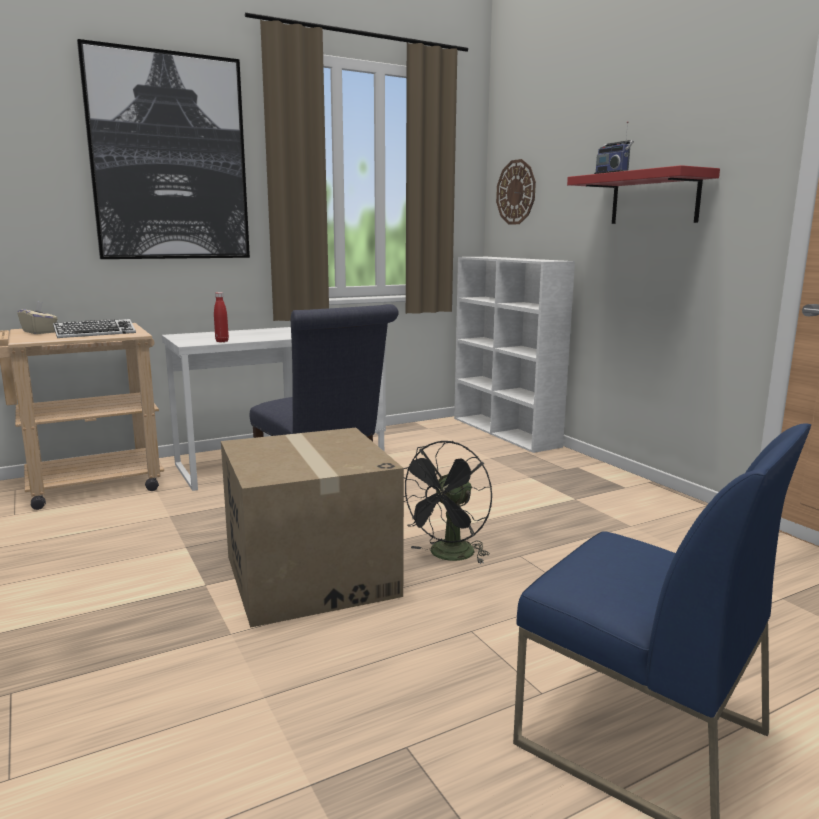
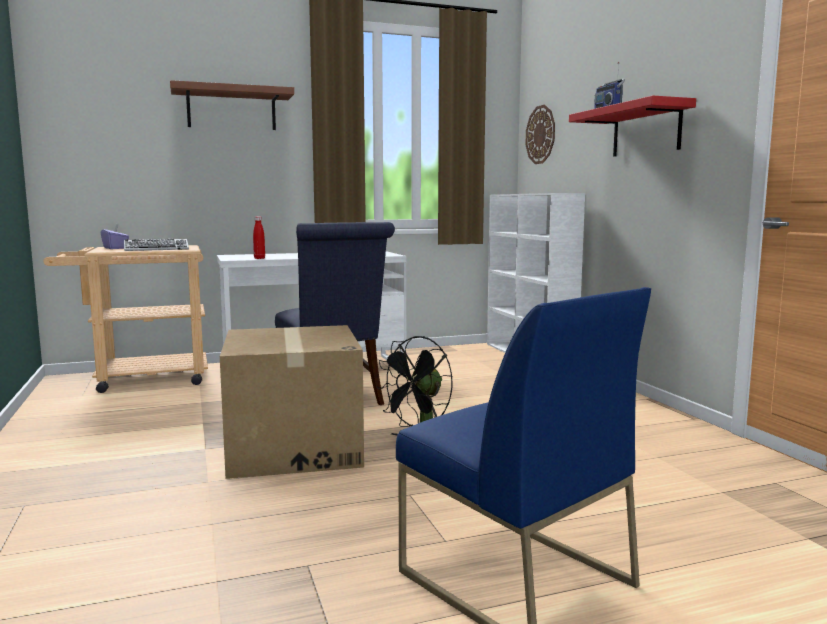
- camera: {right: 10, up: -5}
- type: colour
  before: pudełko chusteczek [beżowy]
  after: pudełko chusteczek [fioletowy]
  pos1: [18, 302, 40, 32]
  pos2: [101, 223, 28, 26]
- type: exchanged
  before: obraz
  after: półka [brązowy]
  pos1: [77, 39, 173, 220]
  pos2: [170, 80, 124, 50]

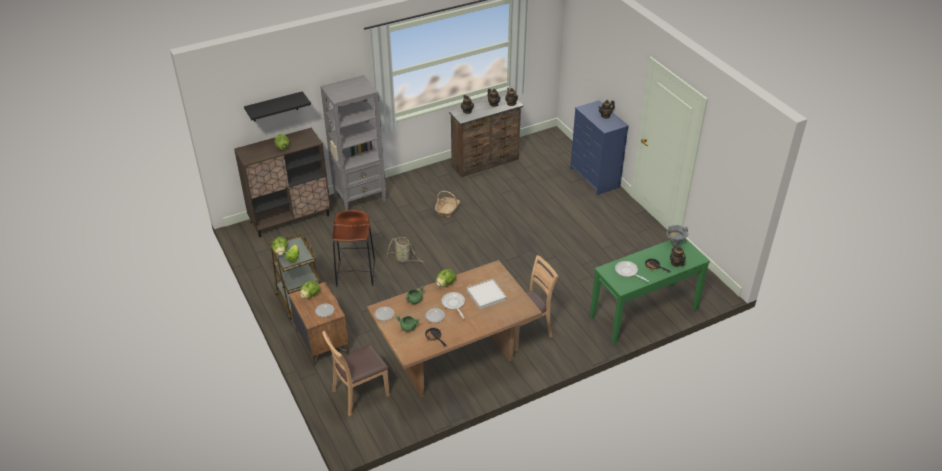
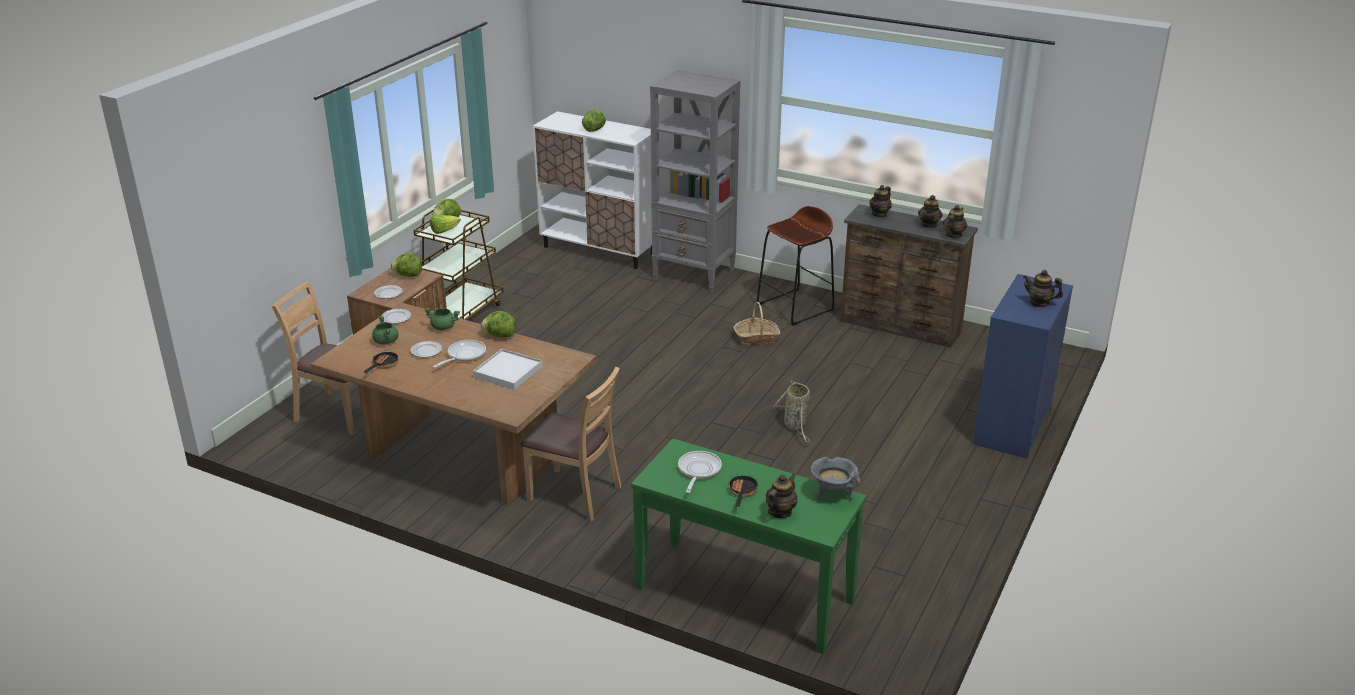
- camera: {right: 55, up: -10}
- type: colour
  before: szafka [brązowy]
  after: szafka [biały]
  pos1: [234, 127, 97, 110]
  pos2: [533, 111, 119, 158]
- type: missing
  before: półka [czarny]
  pos1: [244, 91, 67, 30]
- type: relocated
  before: stołek [brązowy]
  pos1: [333, 210, 42, 77]
  pos2: [757, 206, 77, 120]
- type: relocated
  before: koszyk
  pos1: [386, 237, 38, 26]
  pos2: [773, 381, 37, 62]

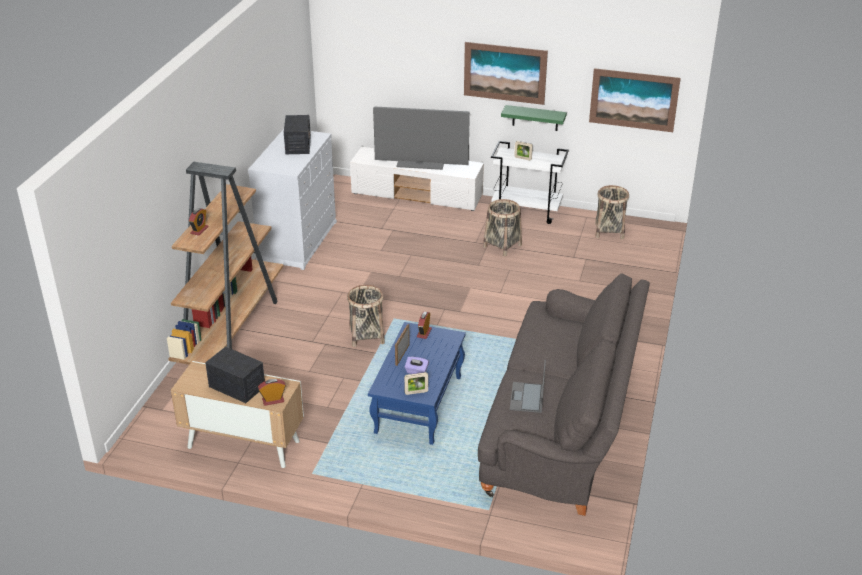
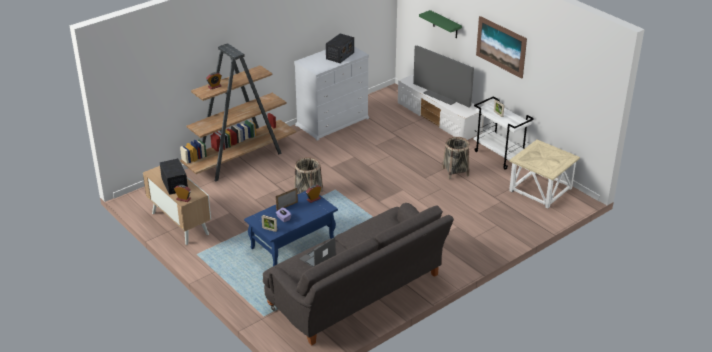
- camera: {right: 35, up: 0}
- type: relocated
  before: półka [zielony]
  pos1: [501, 105, 66, 26]
  pos2: [419, 10, 43, 28]
- type: missing
  before: obraz
  pos1: [589, 68, 92, 64]
- type: exchanged
  before: koszyk
  after: stolik [beżowy]
  pos1: [595, 185, 34, 54]
  pos2: [509, 140, 71, 69]

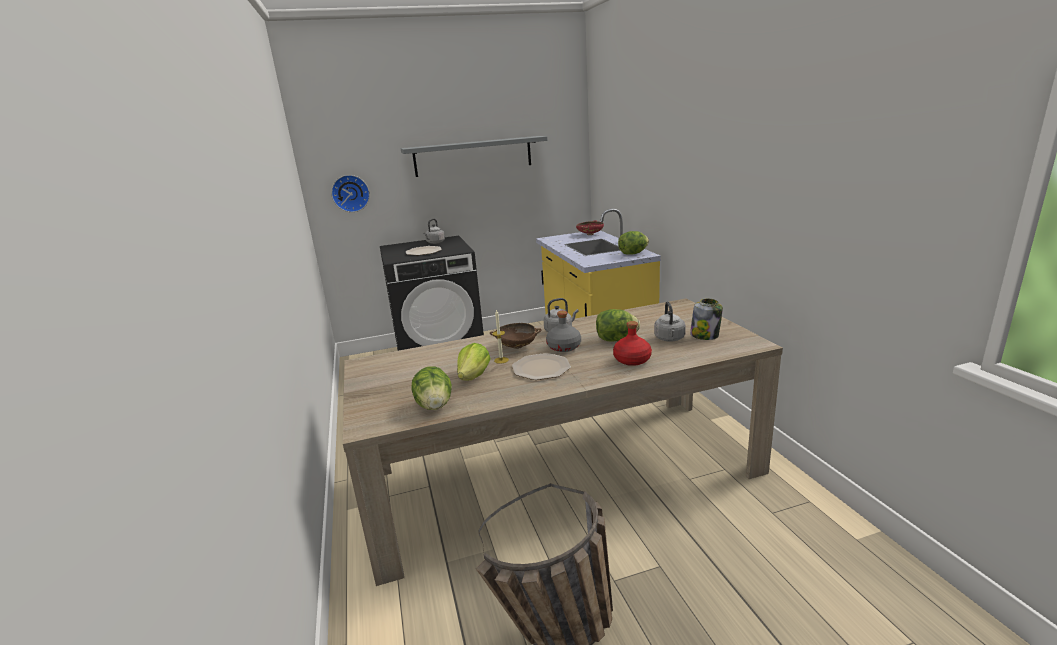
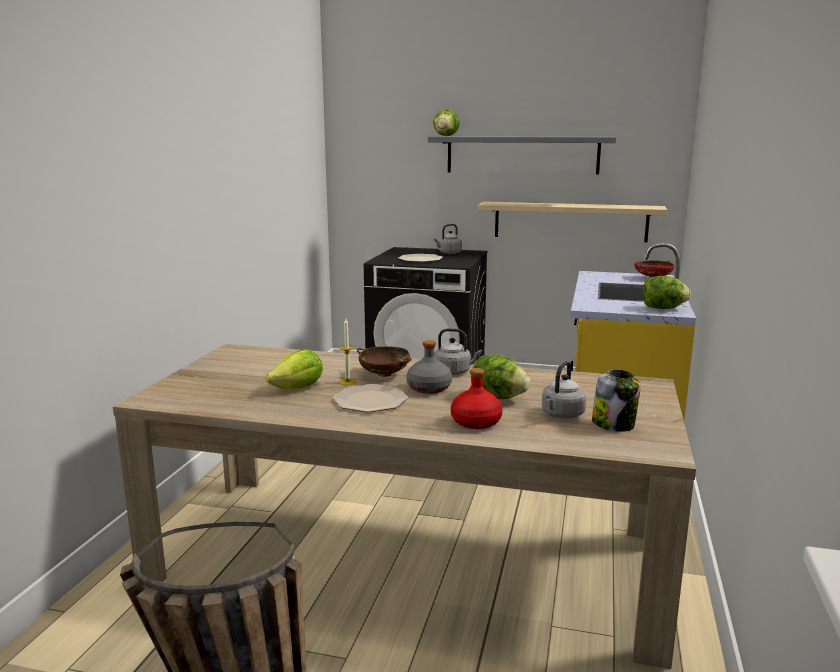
- camera: {right: 30, up: -5}
- type: missing
  before: zegar ścienny
  pos1: [331, 175, 39, 37]
- type: relocated
  before: sałata
  pos1: [411, 366, 41, 44]
  pos2: [433, 109, 27, 27]
- type: appeared
  after: półka [beżowy]
  pos2: [478, 202, 190, 40]

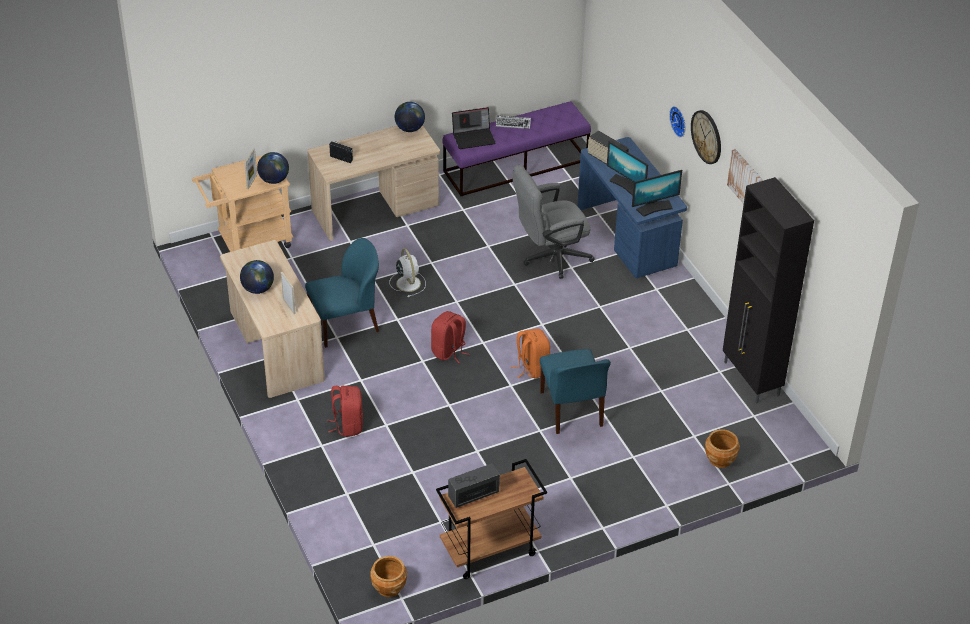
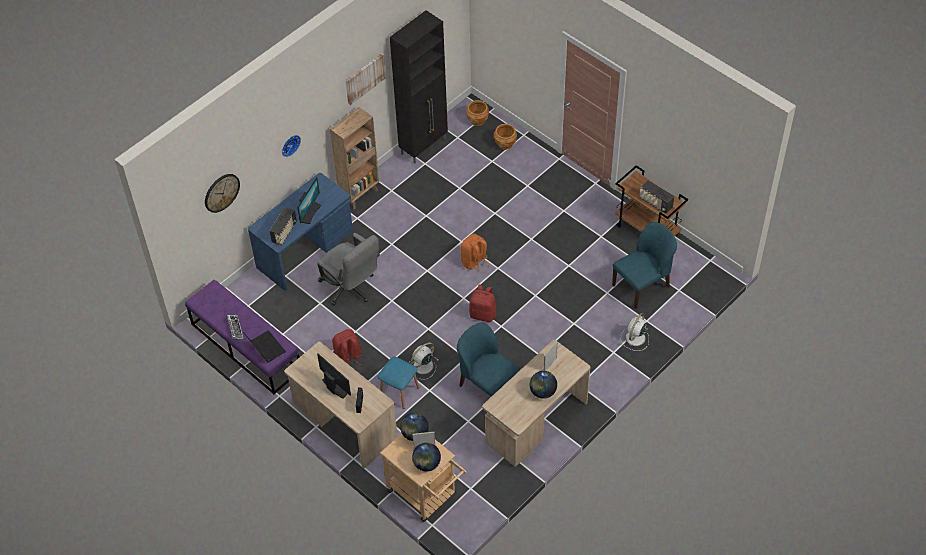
- camera: {right: -110, up: 10}
- type: relocated
  before: plecak [czerwony]
  pos1: [327, 386, 36, 51]
  pos2: [332, 329, 30, 36]
- type: relocated
  before: donica [brązowy]
  pos1: [370, 556, 37, 41]
  pos2: [466, 100, 23, 26]
- type: relocated
  before: globus
  pos1: [395, 102, 30, 30]
  pos2: [412, 443, 29, 29]
- type: relocated
  before: krzesło [niebieski]
  pos1: [540, 349, 71, 85]
  pos2: [612, 222, 65, 87]
- type: relocated
  before: monitor
  pos1: [632, 170, 50, 47]
  pos2: [317, 353, 34, 46]
- type: relocated
  before: zegar ścienny
  pos1: [691, 110, 30, 54]
  pos2: [205, 174, 35, 39]
- type: appeared
  after: regał [brązowy]
  pos2: [330, 107, 50, 102]
- type: appeared
  after: stołek [niebieski]
  pos2: [378, 356, 42, 53]
- type: appeared
  after: wentylator [biały]
  pos2: [620, 313, 29, 38]

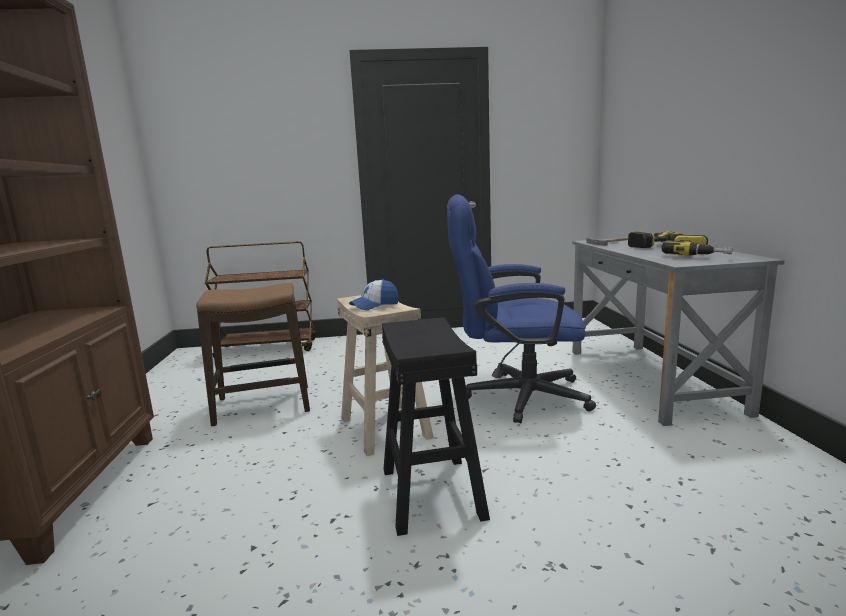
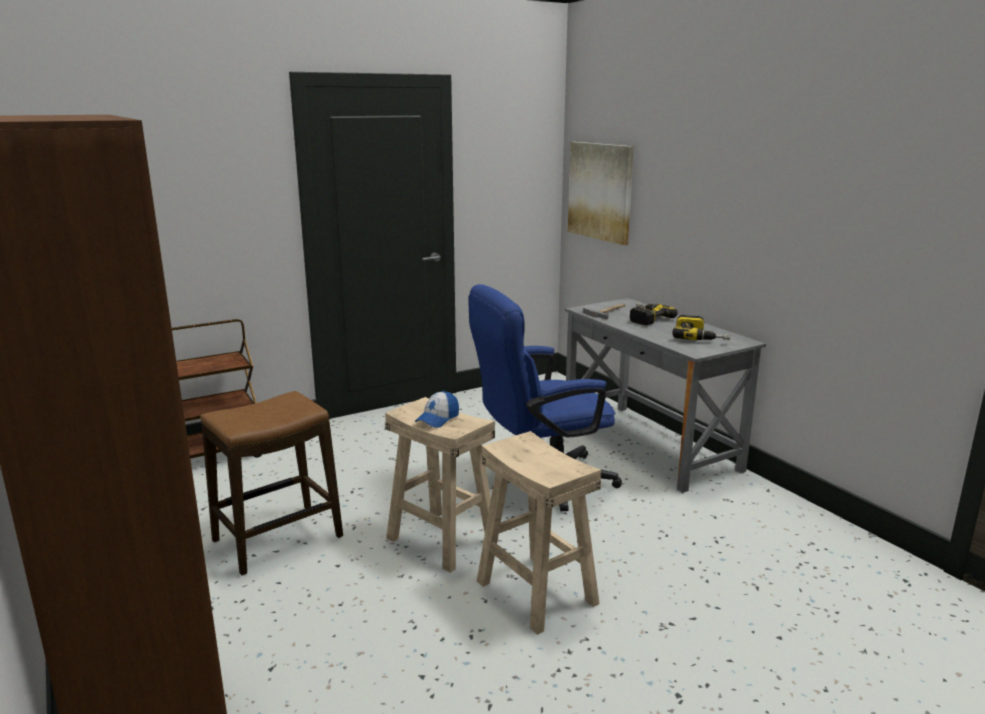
- camera: {right: -25, up: 5}
- type: colour
  before: stołek [czarny]
  after: stołek [beżowy]
  pos1: [382, 317, 108, 219]
  pos2: [477, 431, 124, 204]
- type: appeared
  after: obraz
  pos2: [568, 142, 66, 103]

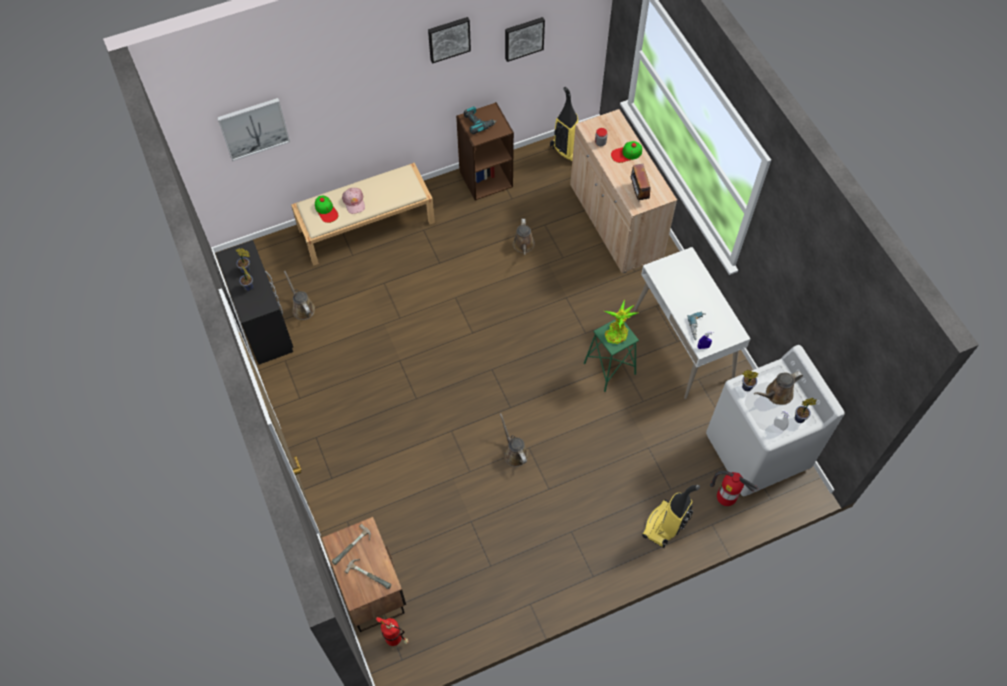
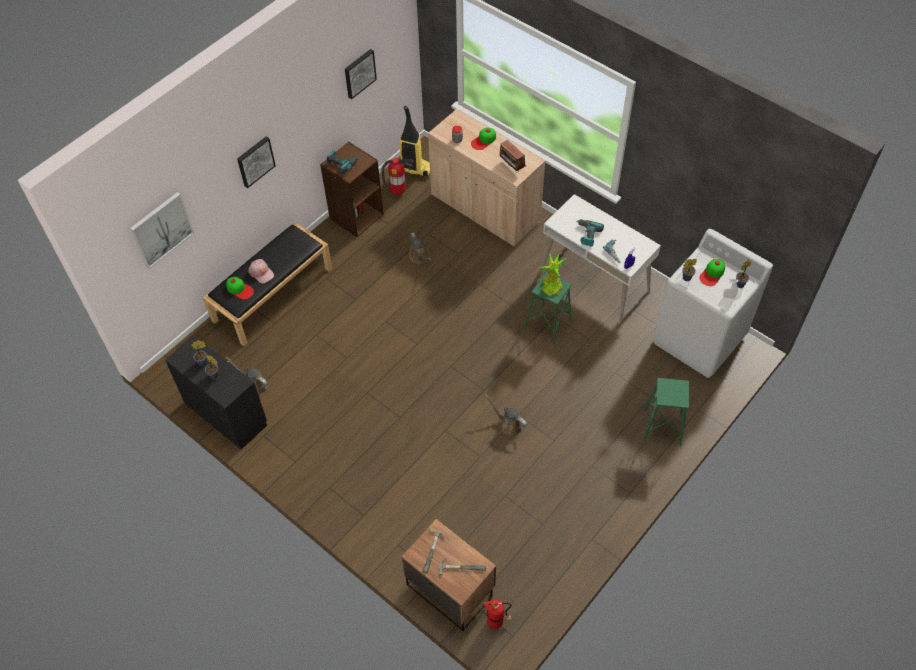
- camera: {right: -25, up: -5}
- type: colour
  before: ławka [beżowy]
  after: ławka [czarny]
  pos1: [291, 163, 144, 103]
  pos2: [203, 222, 129, 124]
- type: relocated
  before: obraz
  pos1: [428, 17, 43, 47]
  pos2: [237, 136, 39, 52]
- type: exchanged
  before: odkurzacz
  after: stołek [zielony]
  pos1: [642, 485, 58, 63]
  pos2: [643, 378, 46, 68]
- type: relocated
  before: gaśnica
  pos1: [710, 471, 48, 35]
  pos2: [382, 158, 32, 37]
- type: exchanged
  before: konewka [brązowy]
  after: czapka z daszkiem
  pos1: [754, 371, 49, 34]
  pos2: [699, 259, 26, 27]
- type: appeared
  after: wiertarka
  pos2: [577, 219, 27, 27]

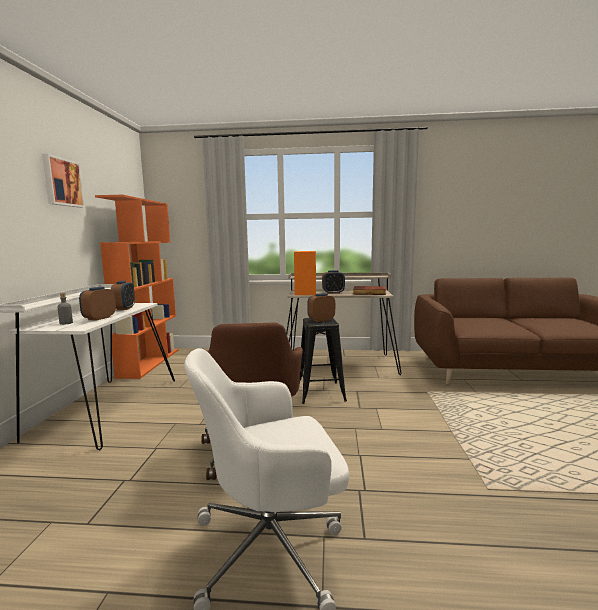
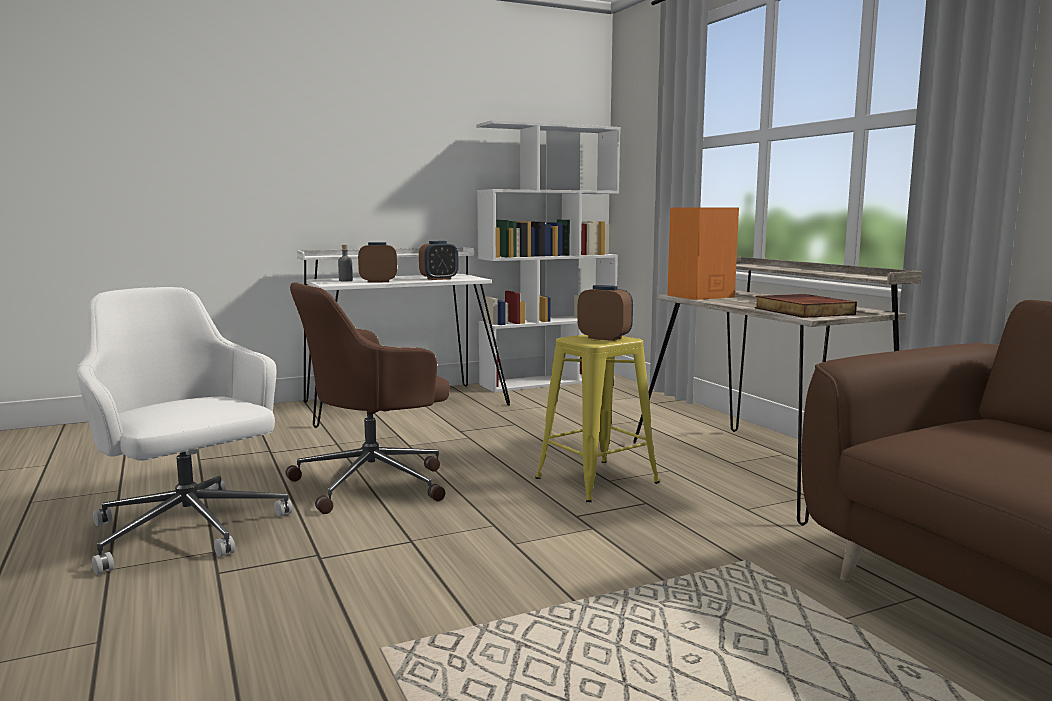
- camera: {right: 60, up: 0}
- type: missing
  before: obraz
  pos1: [42, 154, 43, 54]
- type: colour
  before: regał [pomarańczowy]
  after: regał [biały]
  pos1: [95, 195, 83, 184]
  pos2: [476, 120, 144, 272]
- type: colour
  before: stołek [czarny]
  after: stołek [żółty]
  pos1: [300, 318, 47, 86]
  pos2: [535, 335, 125, 167]
- type: missing
  before: budzik
  pos1: [322, 270, 23, 24]

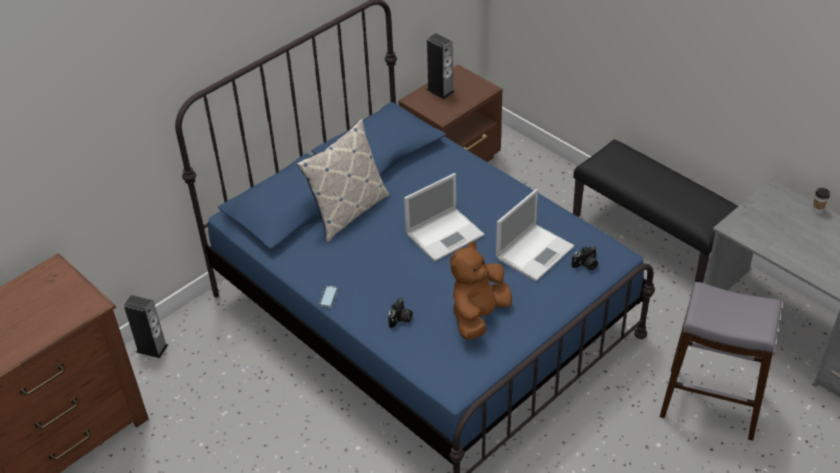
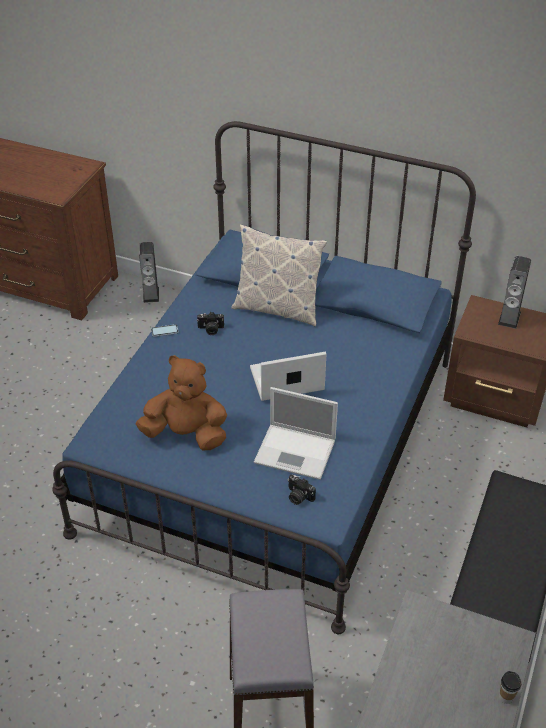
- camera: {right: 65, up: 0}
- type: relocated
  before: aparat fotograficzny
  pos1: [388, 298, 25, 30]
  pos2: [197, 312, 27, 23]
- type: spun
  before: laptop
  pos1: [404, 173, 81, 89]
  pos2: [250, 352, 76, 49]
  turn: 135

